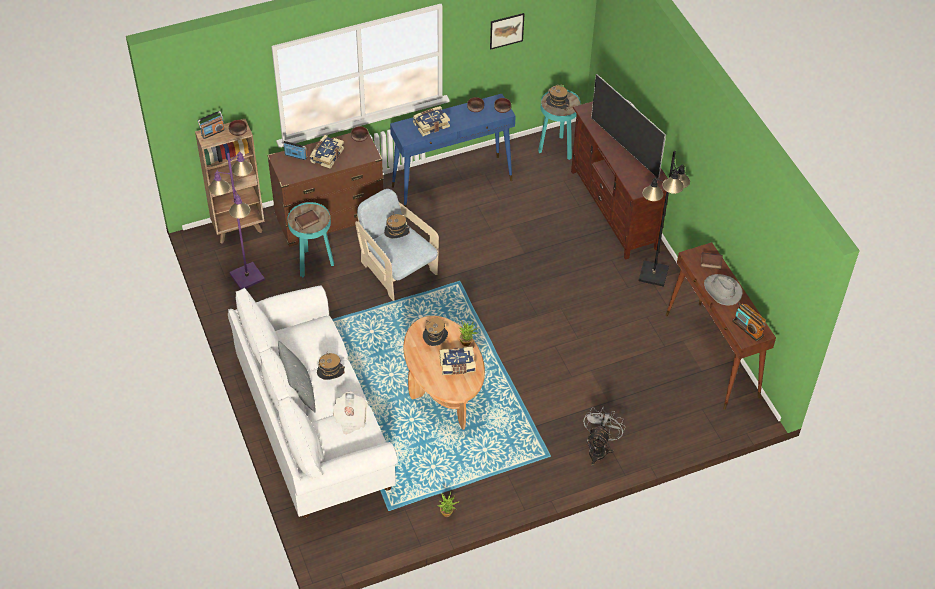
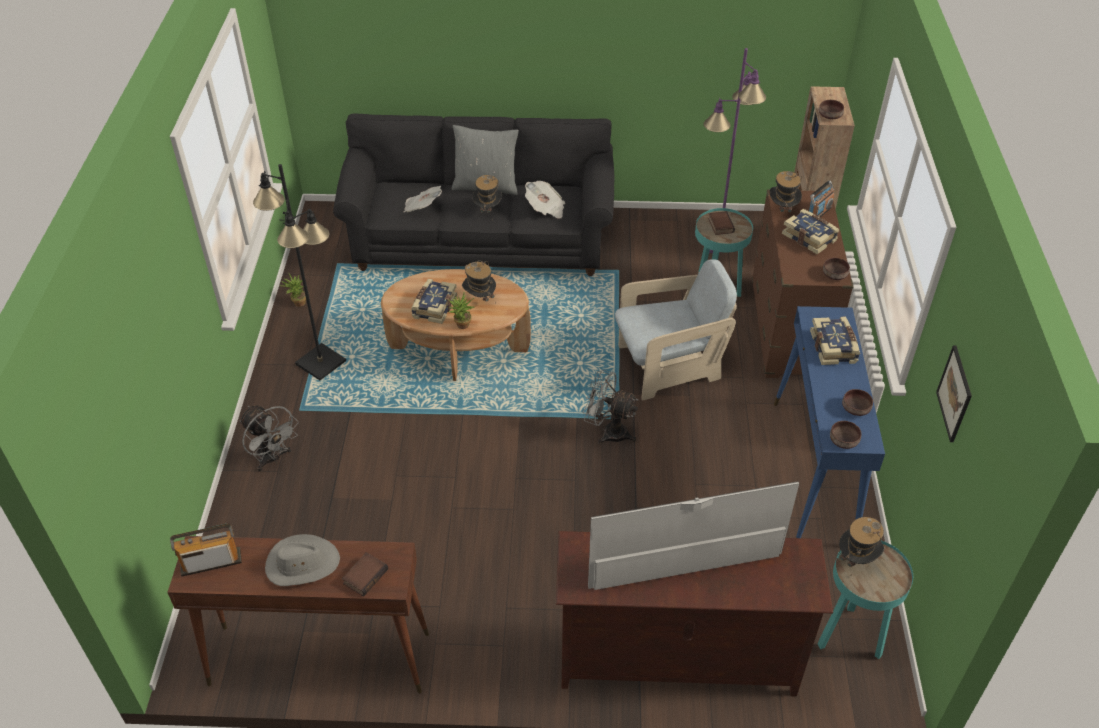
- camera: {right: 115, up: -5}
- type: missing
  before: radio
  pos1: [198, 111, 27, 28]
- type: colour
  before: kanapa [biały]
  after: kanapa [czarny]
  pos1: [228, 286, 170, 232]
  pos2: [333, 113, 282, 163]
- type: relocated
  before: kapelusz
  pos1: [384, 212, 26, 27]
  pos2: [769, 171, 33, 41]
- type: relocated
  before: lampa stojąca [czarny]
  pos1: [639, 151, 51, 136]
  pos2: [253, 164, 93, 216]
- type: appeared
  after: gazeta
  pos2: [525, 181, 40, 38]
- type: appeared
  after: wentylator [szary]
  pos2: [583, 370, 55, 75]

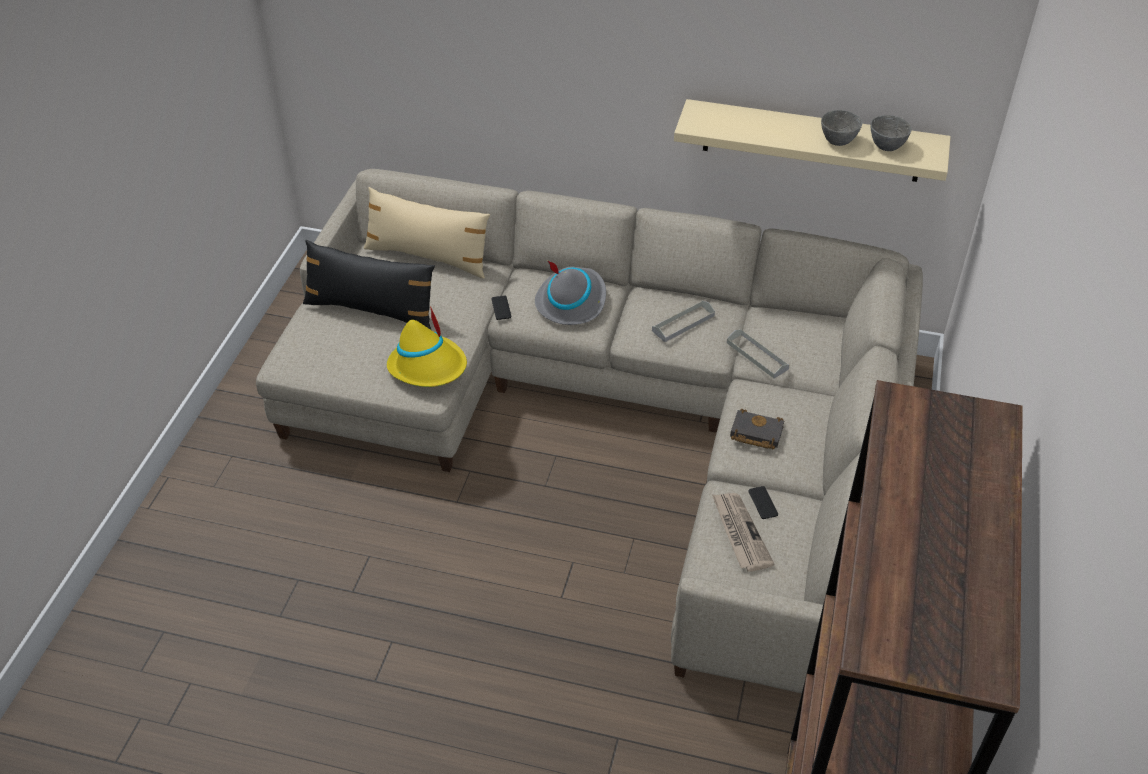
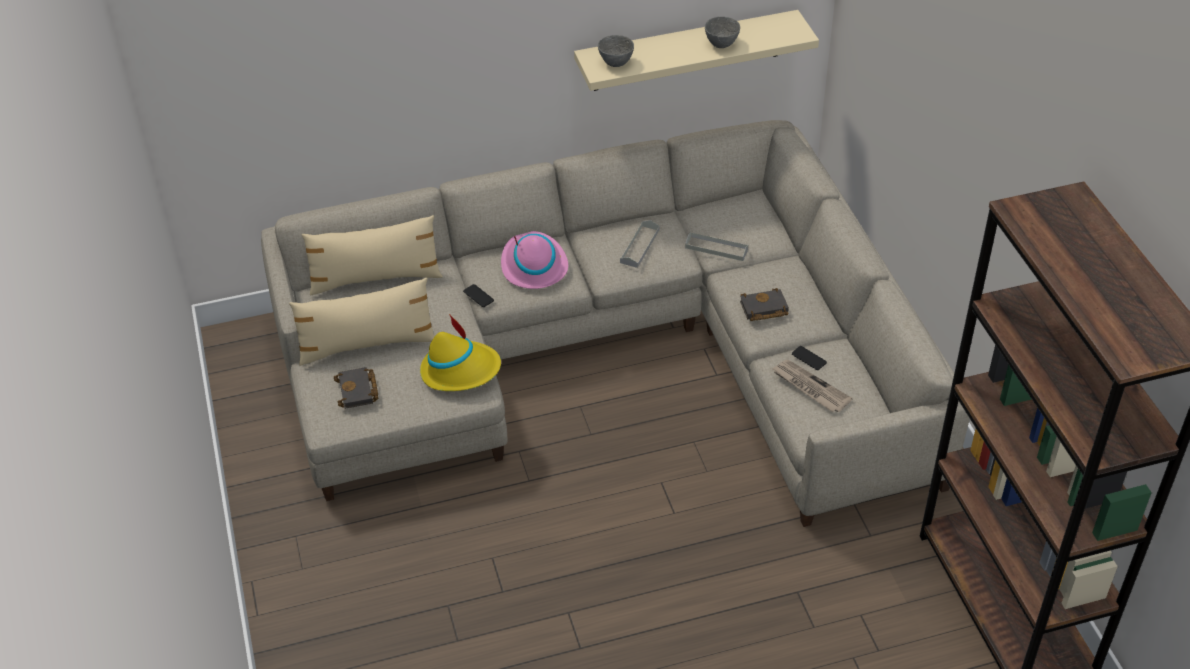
- camera: {right: -30, up: 0}
- type: colour
  before: poduszka [czarny]
  after: poduszka [beżowy]
  pos1: [303, 240, 132, 90]
  pos2: [289, 278, 146, 88]
- type: colour
  before: kapelusz [szary]
  after: kapelusz [różowy]
  pos1: [535, 261, 71, 64]
  pos2: [501, 231, 67, 58]
- type: relocated
  before: miska [szary]
  pos1: [871, 115, 41, 36]
  pos2: [598, 35, 36, 32]
- type: appeared
  after: książka [czarny]
  pos2: [334, 367, 44, 42]

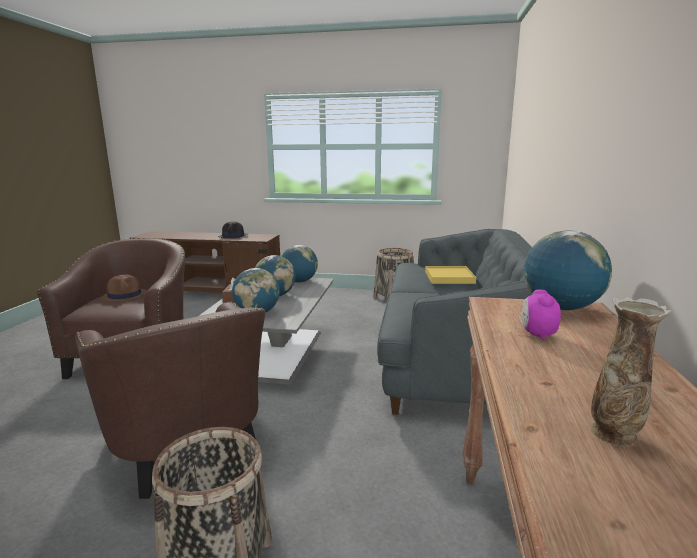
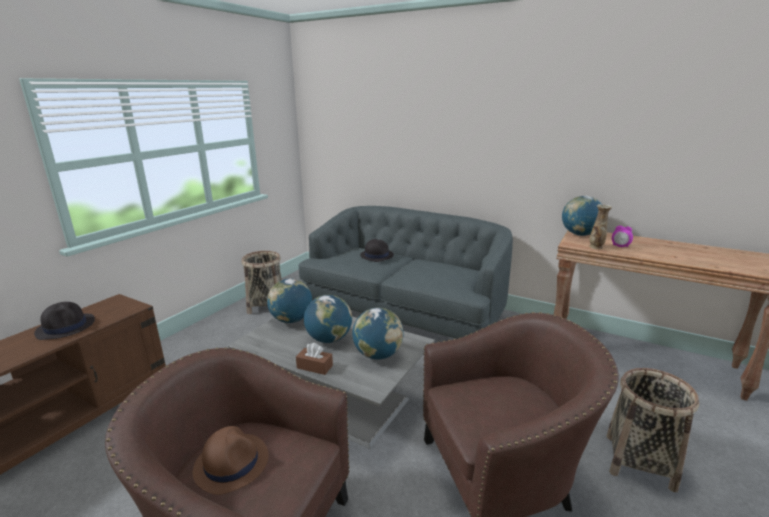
- camera: {right: -70, up: 5}
- type: exchanged
  before: taca [żółty]
  after: kapelusz [czarny]
  pos1: [425, 266, 51, 18]
  pos2: [360, 239, 34, 23]
- type: relocated
  before: wazon
  pos1: [591, 297, 80, 150]
  pos2: [589, 204, 23, 45]

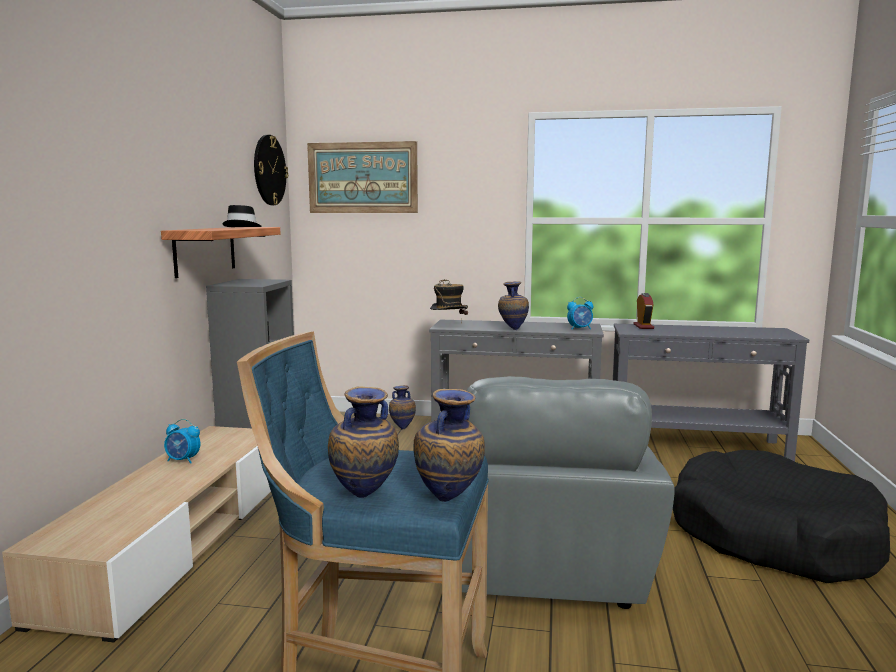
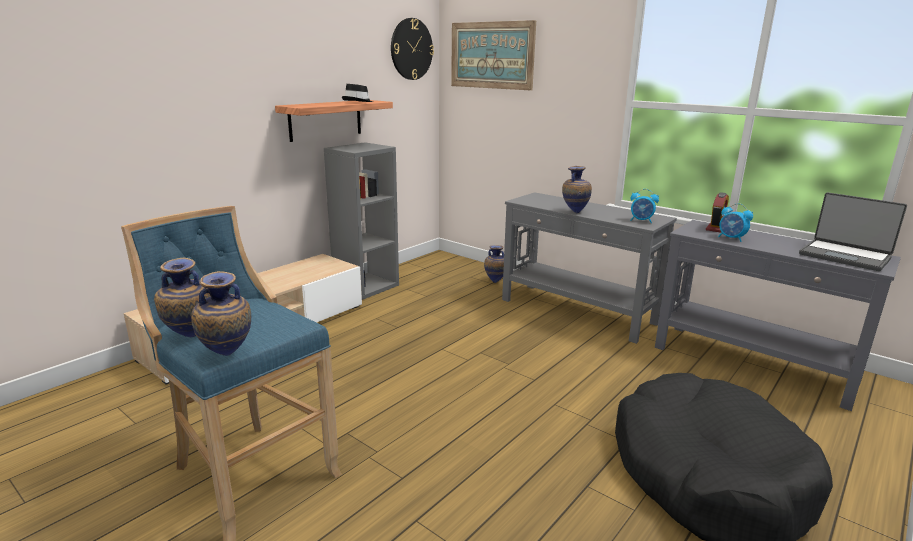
- camera: {right: 30, up: 10}
- type: relocated
  before: budzik
  pos1: [164, 419, 36, 45]
  pos2: [718, 203, 35, 39]
- type: missing
  before: kapelusz
  pos1: [430, 279, 38, 45]
- type: missing
  before: fotel [szary]
  pos1: [462, 376, 213, 233]
- type: appeared
  after: laptop
  pos2: [799, 192, 108, 79]

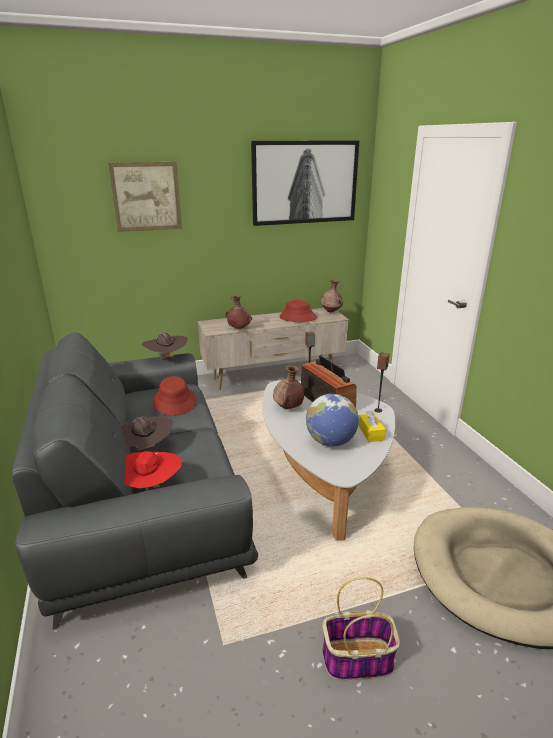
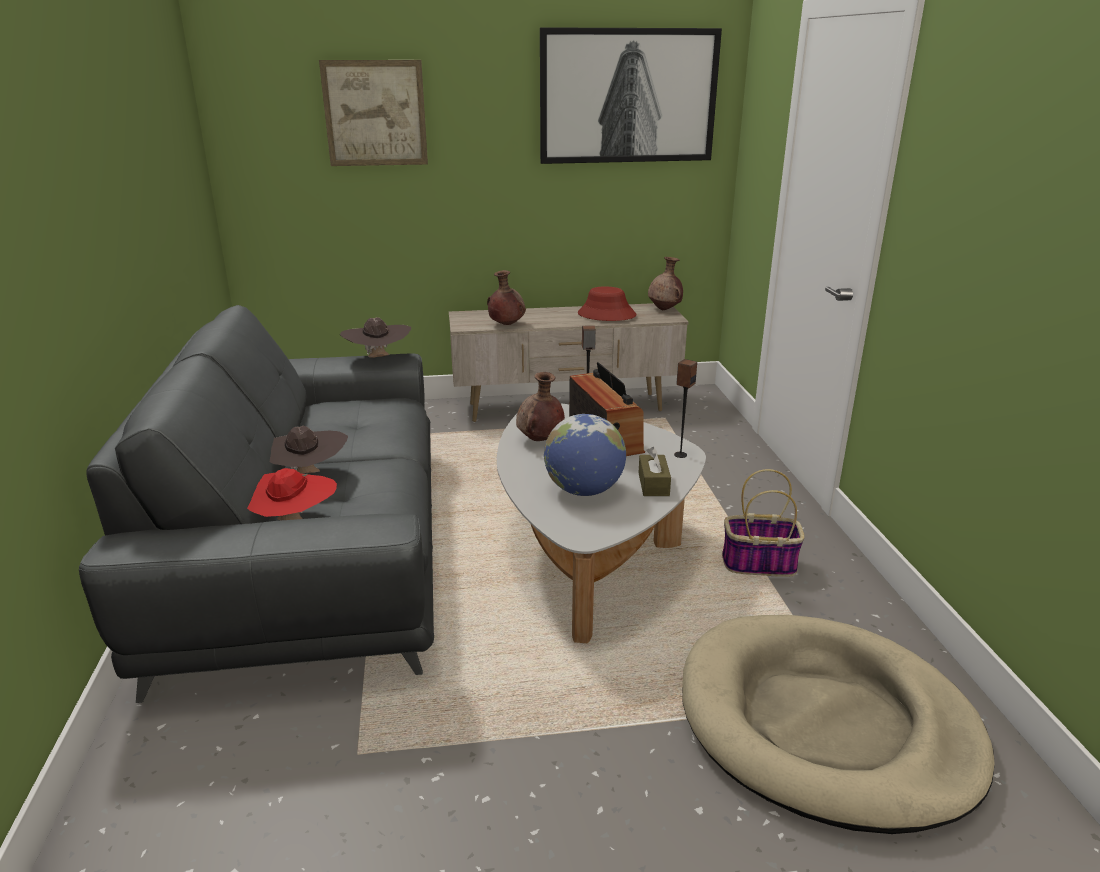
- camera: {right: 10, up: 0}
- type: missing
  before: kapelusz [czerwony]
  pos1: [153, 376, 43, 40]
- type: relocated
  before: koszyk
  pos1: [322, 577, 78, 103]
  pos2: [722, 469, 83, 108]
- type: colour
  before: pudełko chusteczek [żółty]
  after: pudełko chusteczek [brązowy]
  pos1: [359, 410, 27, 32]
  pos2: [638, 447, 33, 49]

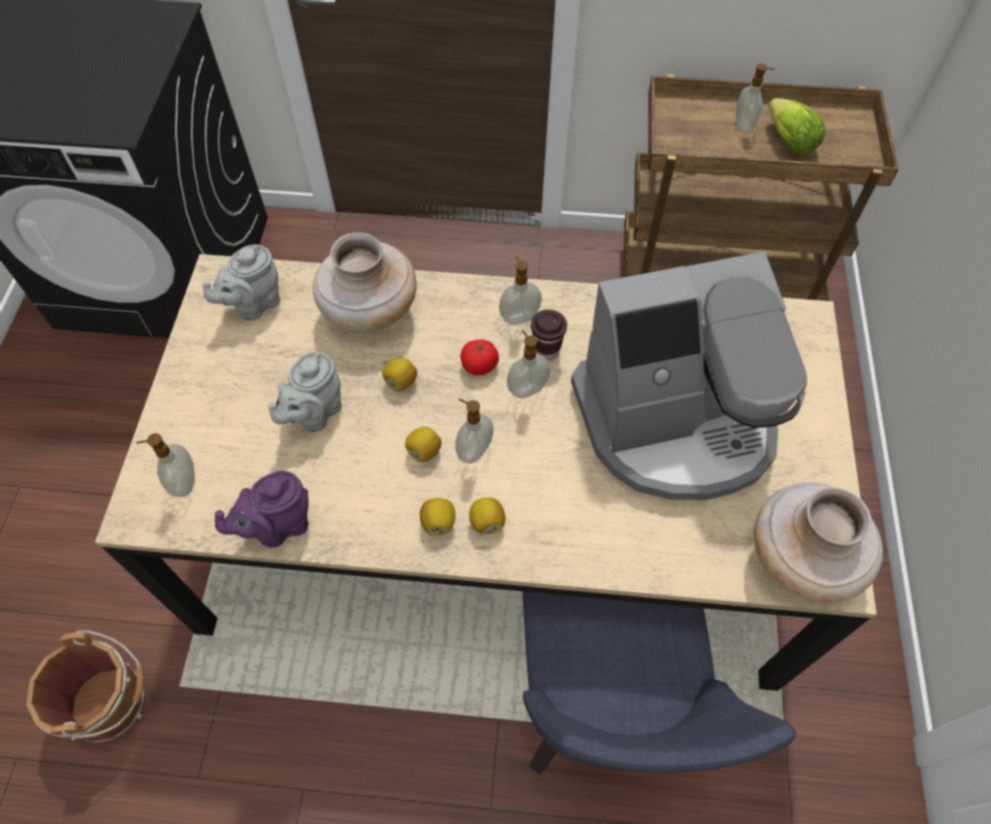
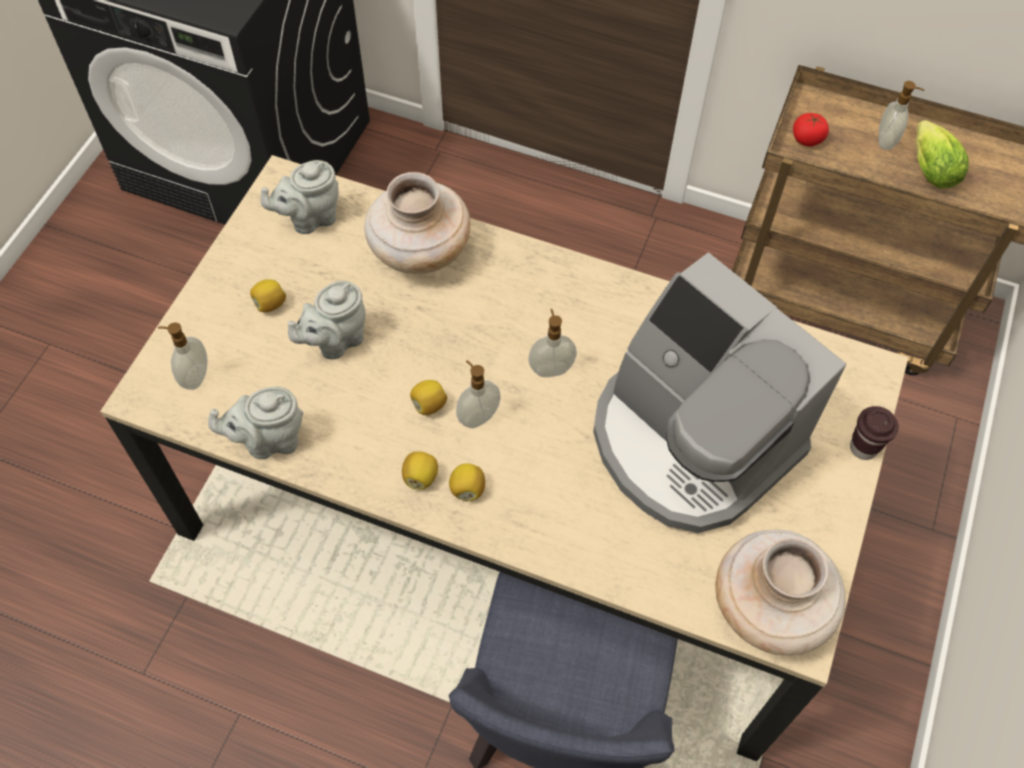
- camera: {right: 15, up: 0}
- type: missing
  before: wiadro [brązowy]
  pos1: [26, 630, 119, 113]
- type: colour
  before: imbryk [fioletowy]
  after: imbryk [szary]
  pos1: [215, 471, 94, 77]
  pos2: [208, 387, 95, 72]
- type: relocated
  before: cytryna
  pos1: [382, 358, 35, 33]
  pos2: [250, 279, 36, 33]
- type: relocated
  before: pomidor
  pos1: [460, 340, 39, 36]
  pos2: [793, 113, 36, 33]
- type: missing
  before: dozownik mydła
  pos1: [499, 256, 43, 69]
- type: relocated
  before: filiżanka [brązowy]
  pos1: [531, 309, 36, 52]
  pos2: [850, 406, 49, 54]
- type: spun
  before: ekspres do kawy
  pos1: [571, 252, 236, 248]
  pos2: [593, 252, 253, 281]
  turn: 45

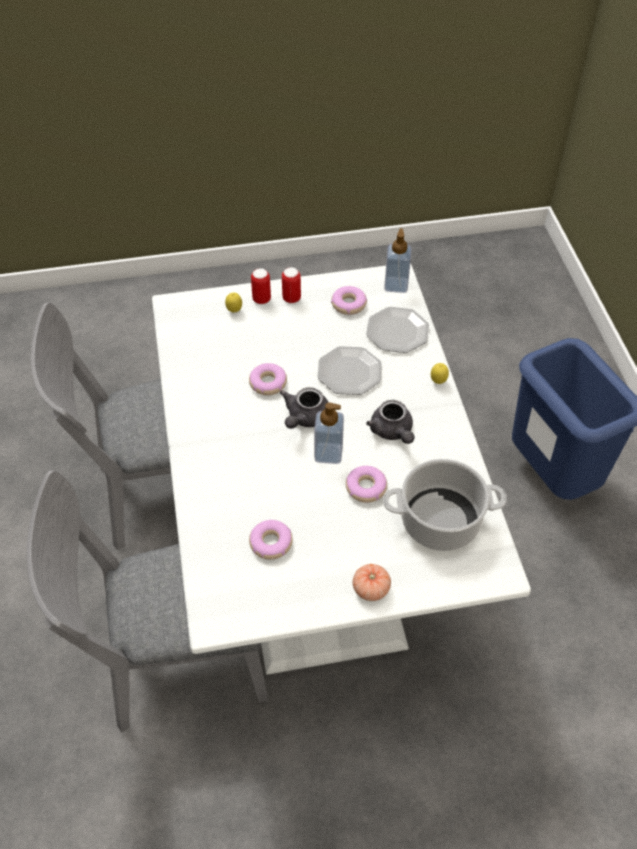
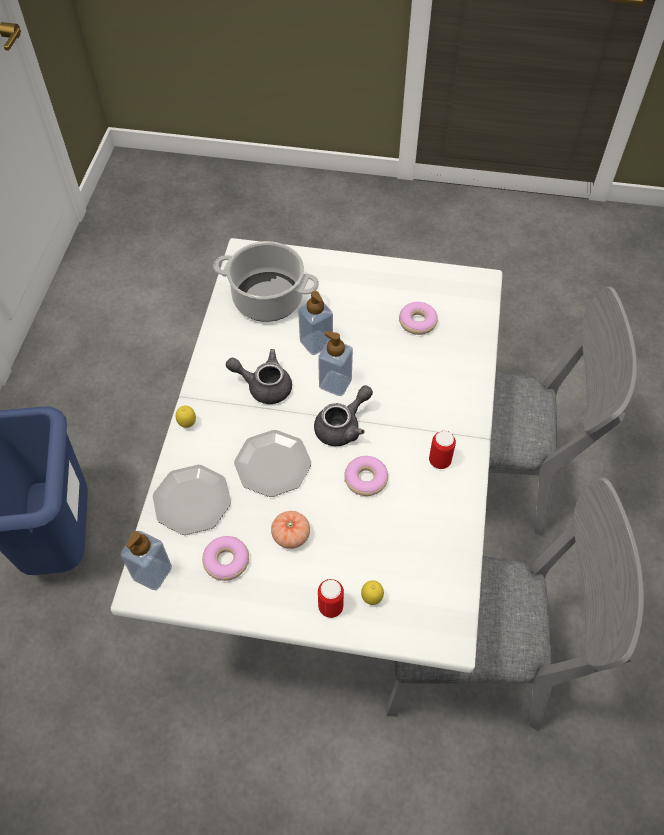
- camera: {right: -160, up: 5}
- type: relocated
  before: puszka
  pos1: [282, 267, 19, 36]
  pos2: [429, 431, 27, 38]
- type: exchanged
  before: donut
  after: dozownik mydła
  pos1: [346, 466, 41, 37]
  pos2: [298, 291, 35, 64]
- type: relocated
  before: pomidor
  pos1: [352, 564, 39, 37]
  pos2: [271, 511, 39, 38]
- type: spun
  before: imbryk [szary]
  pos1: [366, 400, 49, 44]
  pos2: [226, 349, 66, 55]
  turn: -75

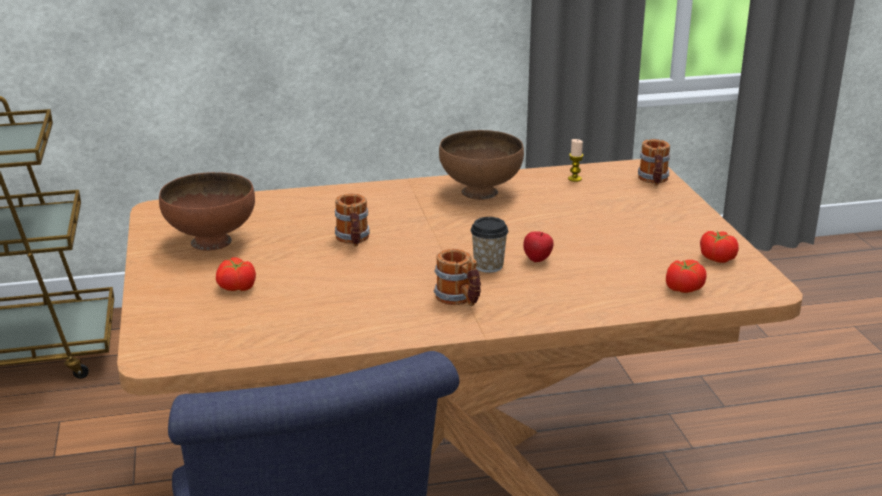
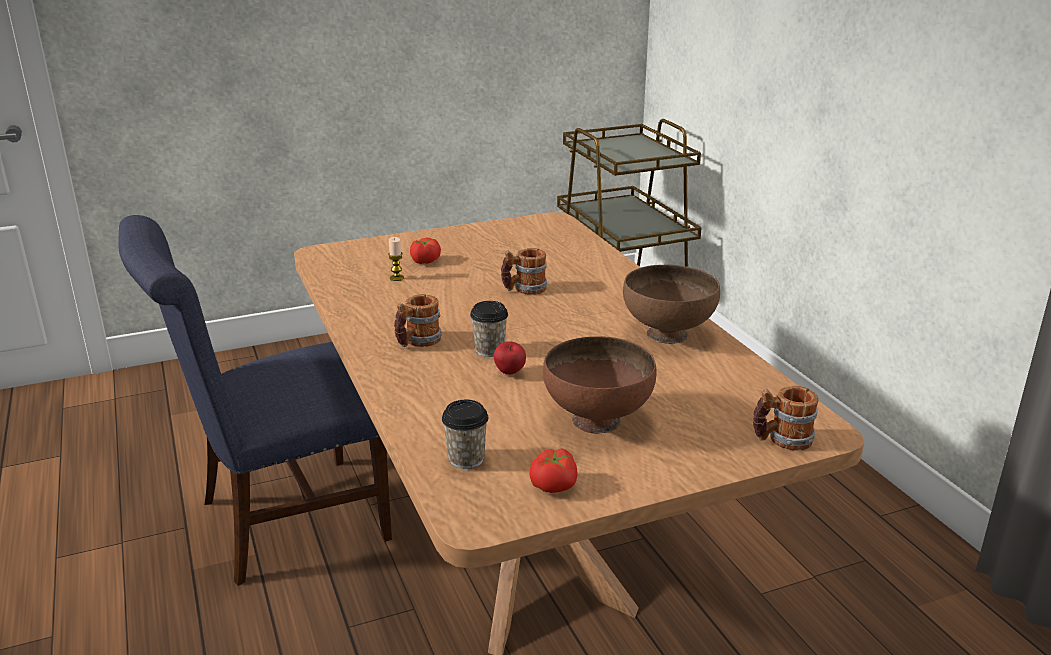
- camera: {right: 80, up: 0}
- type: relocated
  before: miska [brązowy]
  pos1: [159, 172, 96, 79]
  pos2: [543, 336, 114, 98]
- type: relocated
  before: świeca
  pos1: [568, 139, 15, 43]
  pos2: [388, 237, 16, 44]
- type: exchanged
  before: pomidor
  after: filiżanka
  pos1: [666, 260, 41, 33]
  pos2: [442, 400, 46, 69]

